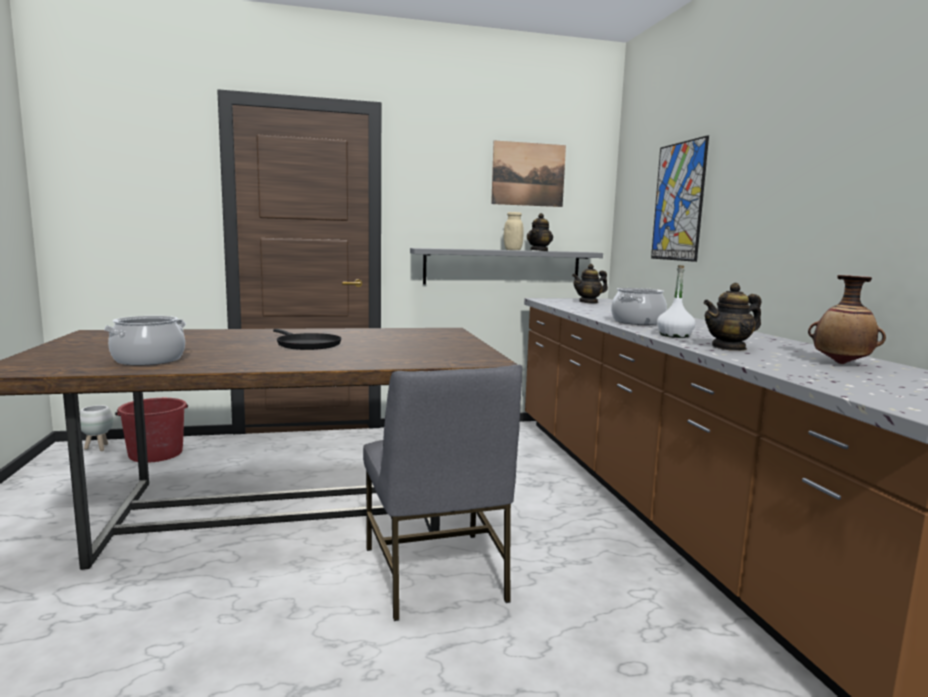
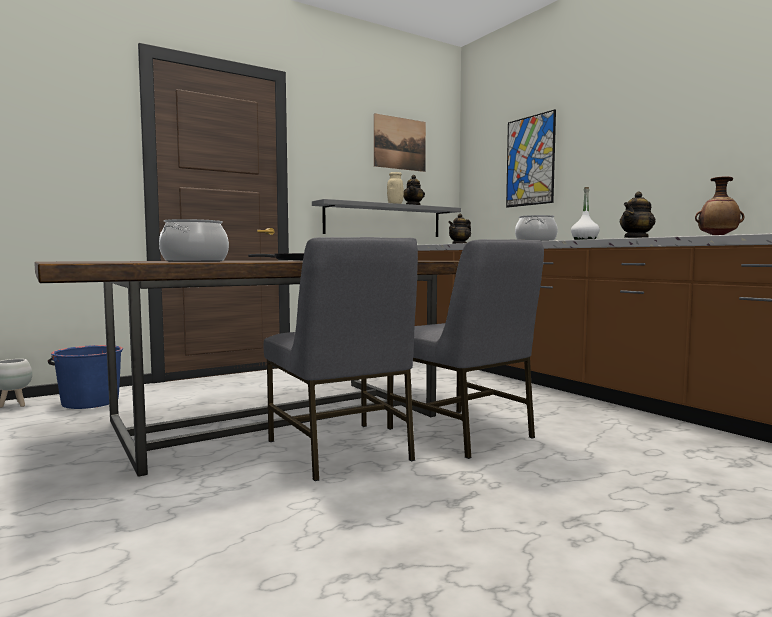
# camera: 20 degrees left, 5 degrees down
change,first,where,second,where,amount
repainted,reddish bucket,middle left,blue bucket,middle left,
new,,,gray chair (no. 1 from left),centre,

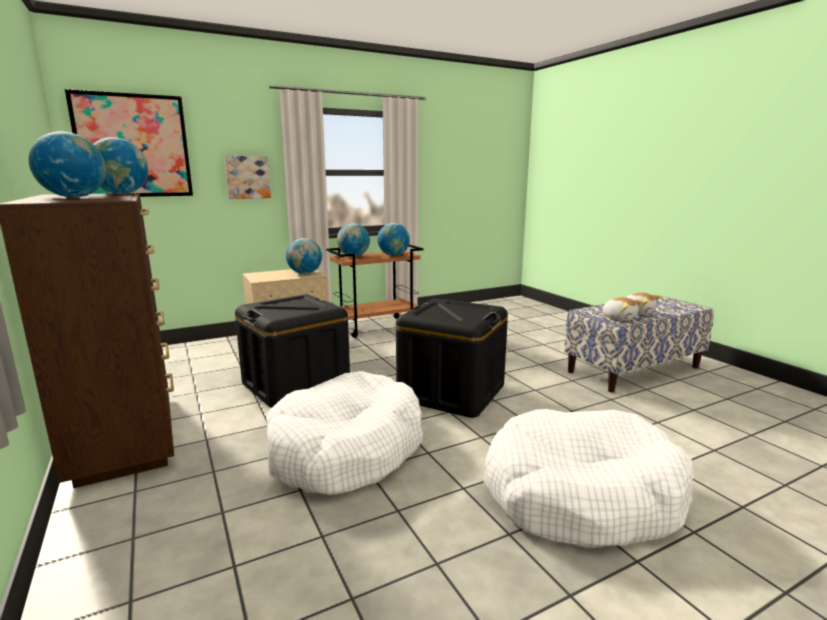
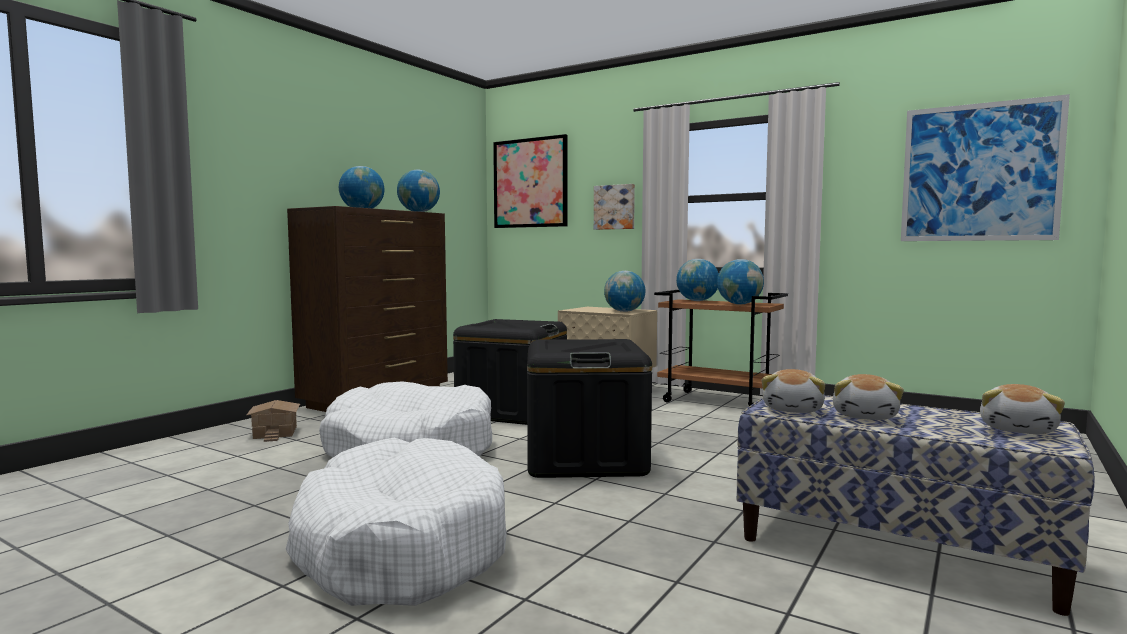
# camera: 60 degrees right, 10 degrees down
change,first,where,second,where,amount
new,,,toy house,middle left,
new,,,wall picture (no. 3 from left),top right,
new,,,cuddly toy (no. 3 from left),middle right,

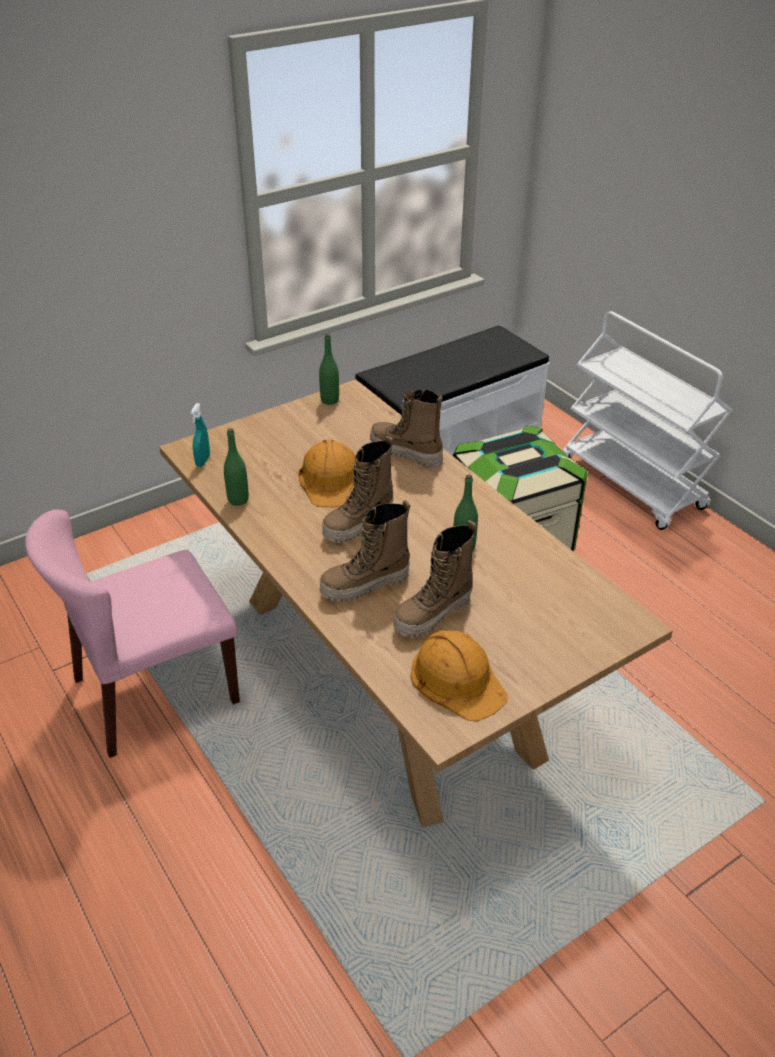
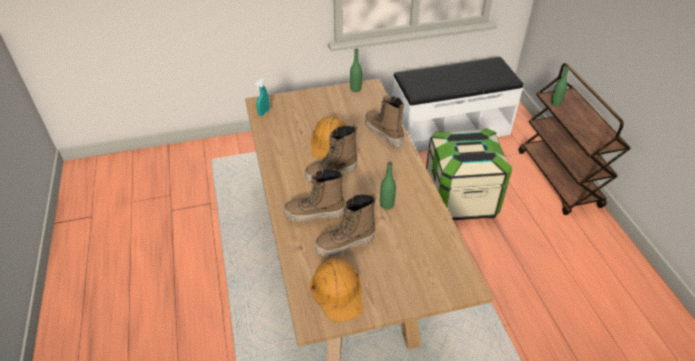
# camera: 20 degrees right, 5 degrees up
change,first,where,second,where,amount
repainted,white trolley,middle right,brown-coloured trolley,middle right,
shifted,green-coloured beverage bottle (no. 1 from left in the first image),middle left,green-coloured beverage bottle (no. 3 from left),top right,
gone,pinkish chair,middle left,,,

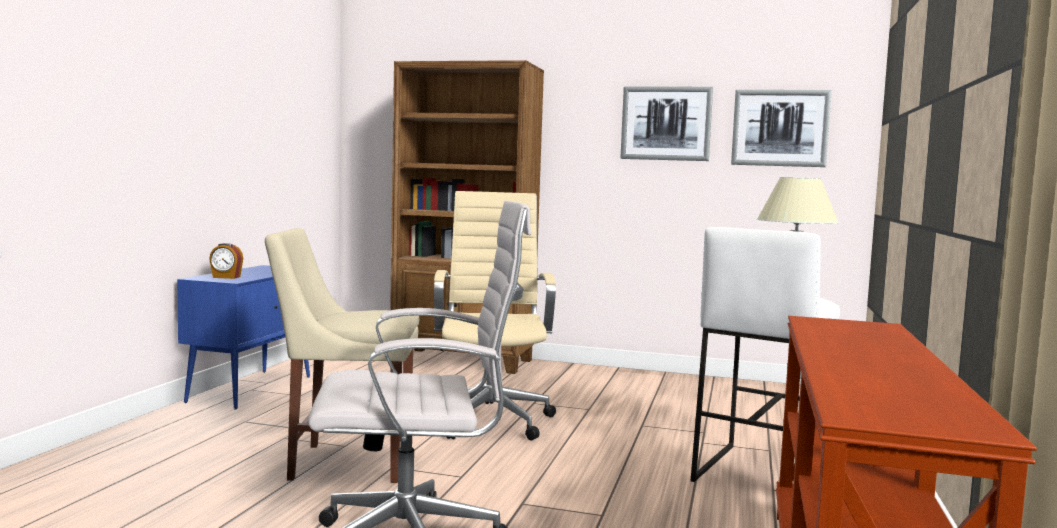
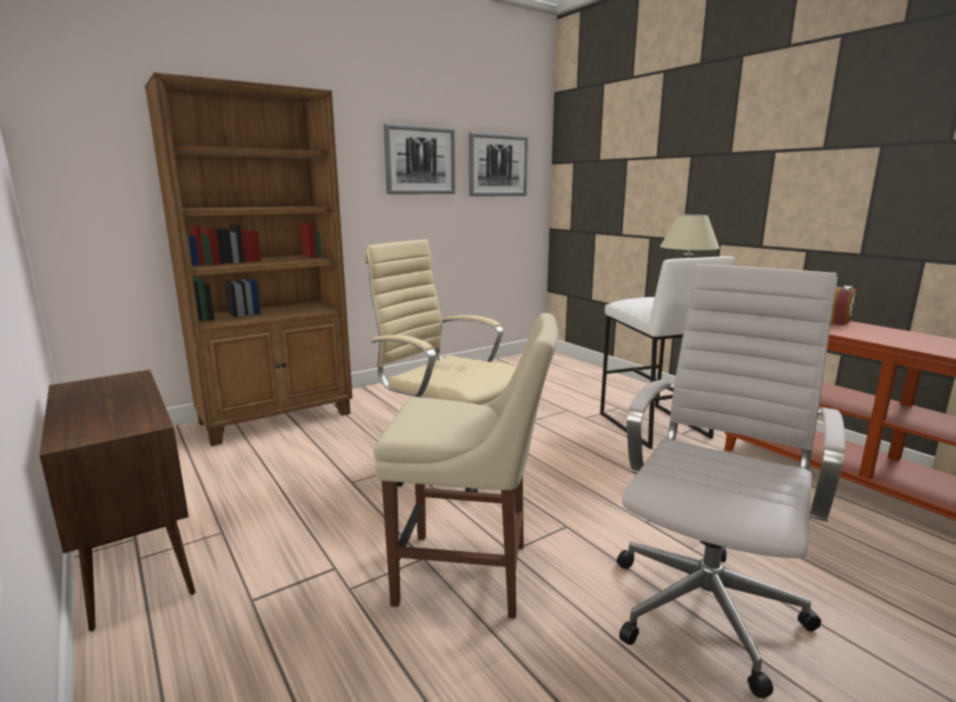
# camera: 50 degrees left, 10 degrees up
change,first,where,second,where,amount
repainted,blue cupboard,middle left,brown-coloured cupboard,bottom left,
rotated,sand-coloured chair,bottom left,,centre,120 degrees counterclockwise
shifted,table clock,middle left,,middle right,

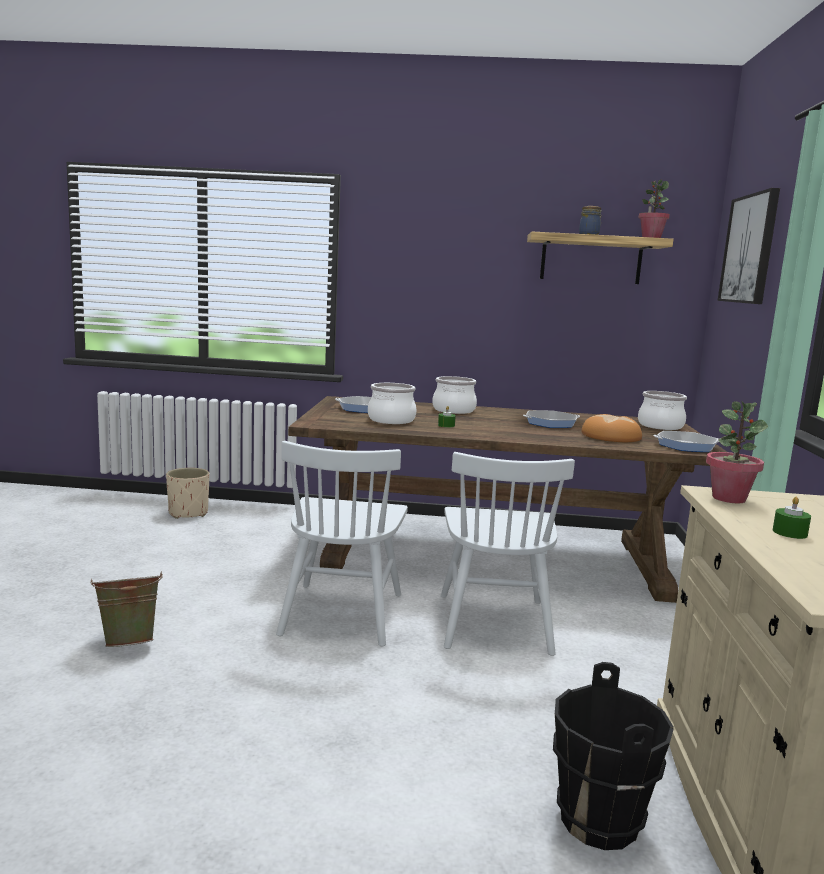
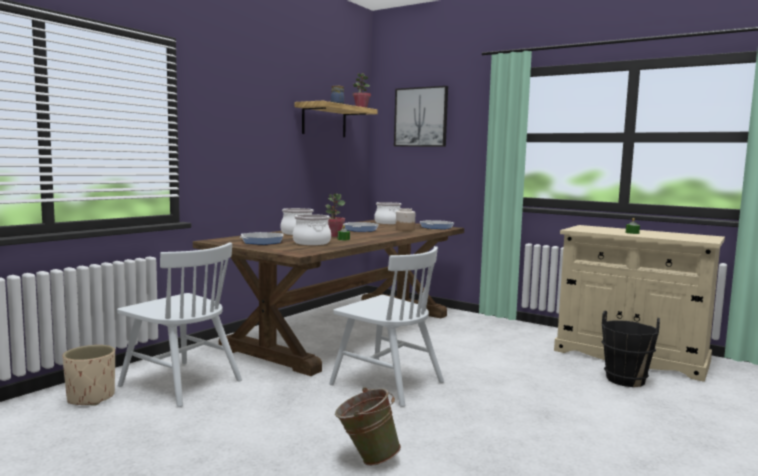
# camera: 60 degrees left, 5 degrees down
change,first,where,second,where,amount
shifted,white chair (no. 2 from left in the first image),centre,white chair (no. 1 from left),bottom left,
shifted,potted plant (no. 2 from left in the first image),middle right,potted plant (no. 1 from left),centre,
swapped,baked bread,middle right,jar (no. 2 from left),centre,

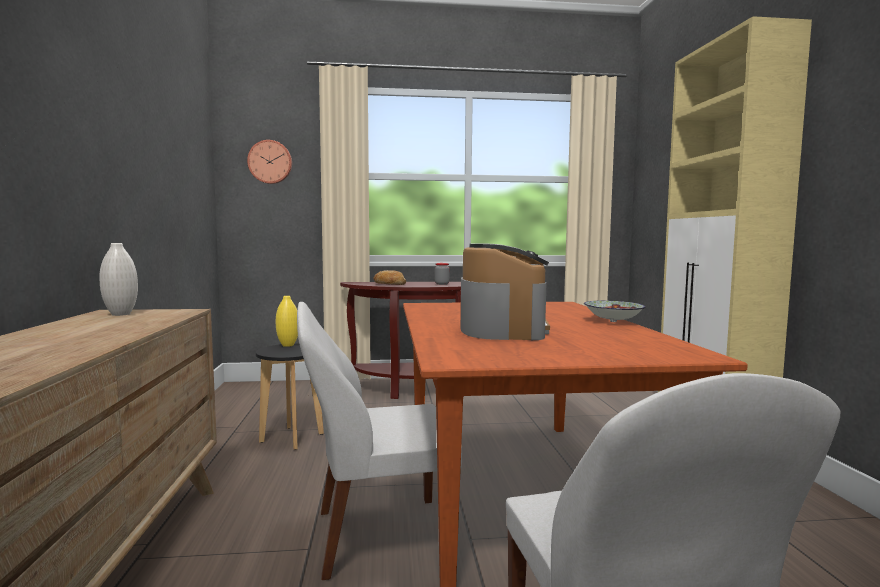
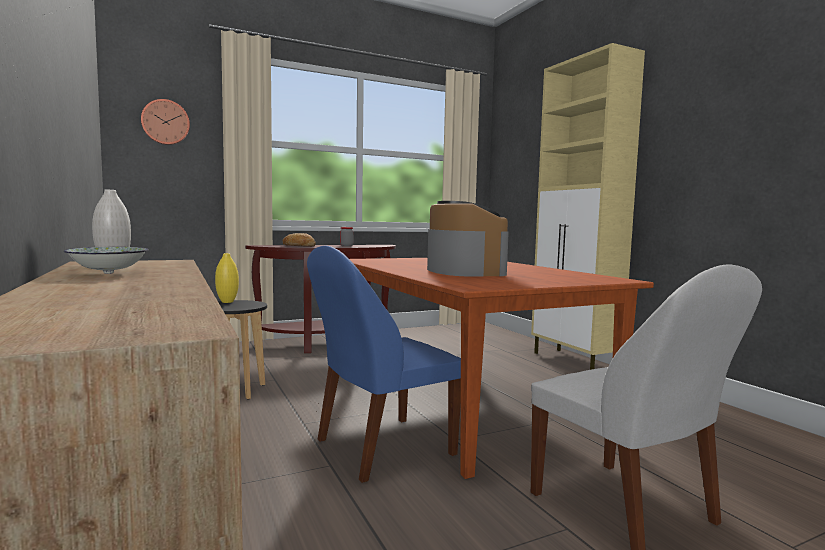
# camera: 20 degrees left, 0 degrees up
change,first,where,second,where,amount
shifted,serving bowl,middle right,,middle left,
repainted,white chair (no. 1 from left),bottom centre,blue chair,centre,

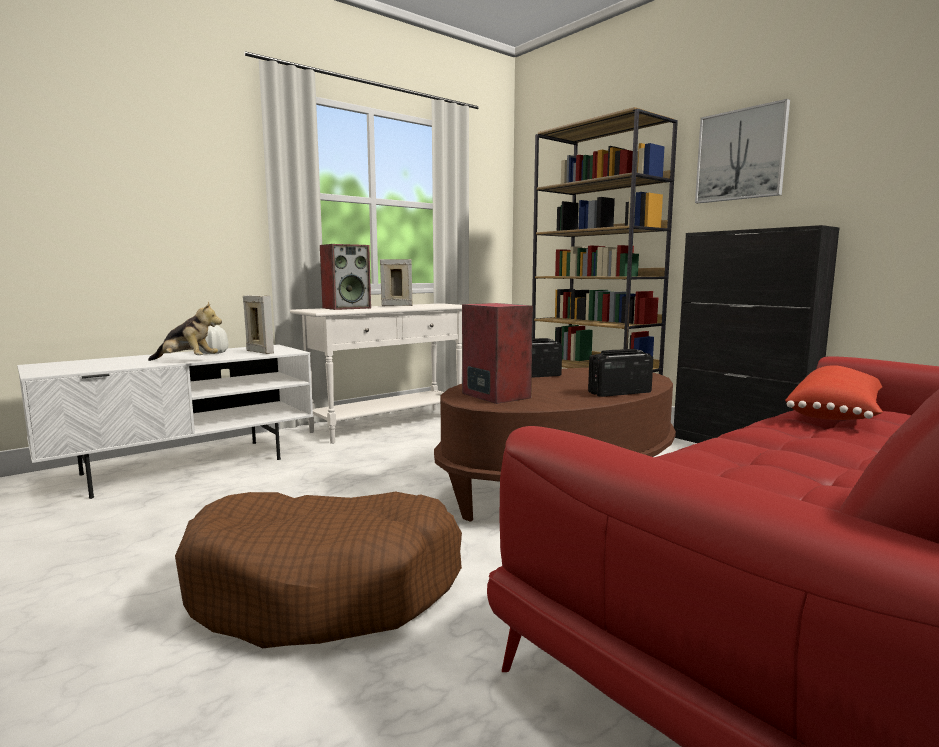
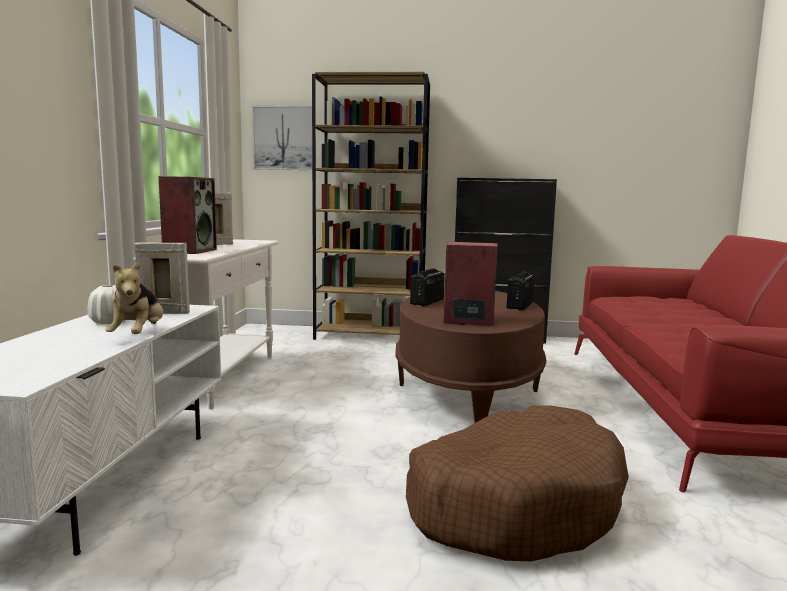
# camera: 45 degrees left, 0 degrees up
change,first,where,second,where,amount
rotated,cuddly toy,middle left,,middle left,120 degrees clockwise
shifted,wall picture,top right,,top centre,
gone,reddish cushion,middle right,,,

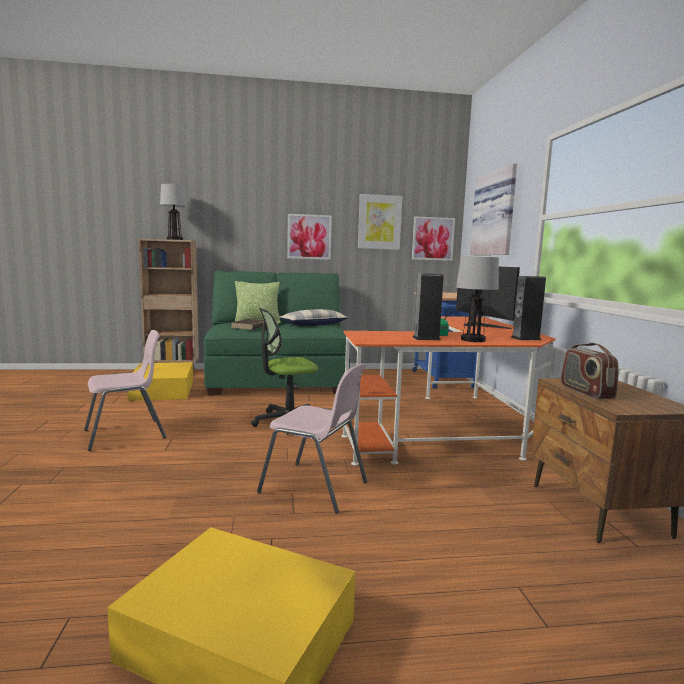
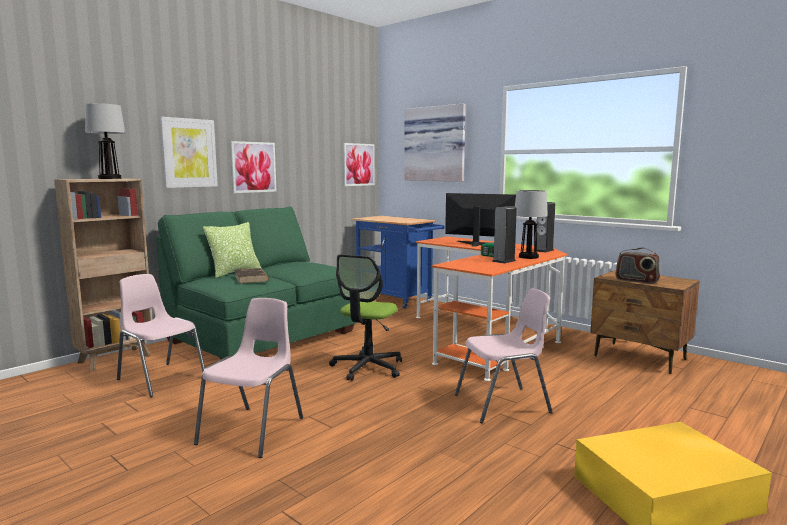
# camera: 40 degrees left, 0 degrees up
change,first,where,second,where,amount
swapped,yellow-coloured storage box (no. 1 from left),middle left,pinkish chair (no. 1 from left),middle left,
shifted,wall picture (no. 2 from left in the first image),top centre,wall picture (no. 1 from left),top left,
gone,cushion (no. 2 from left),centre,,,

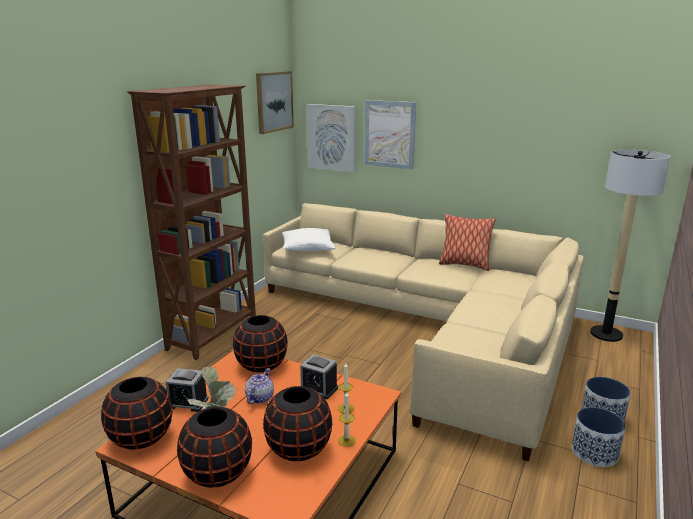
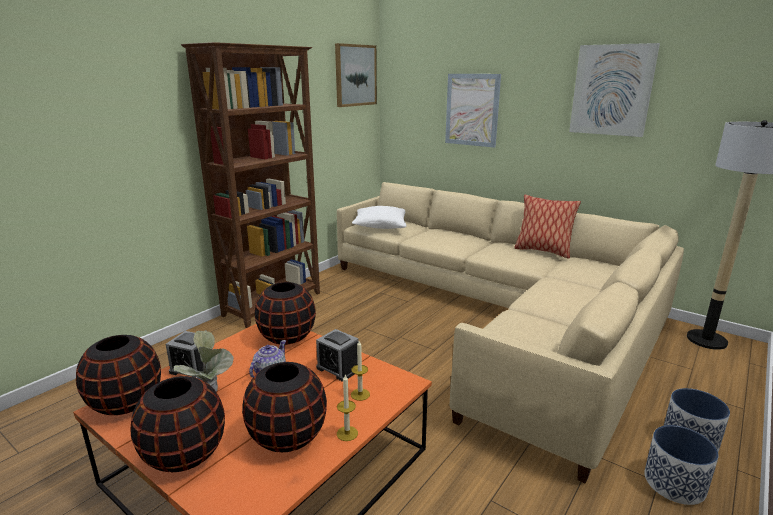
# camera: 10 degrees right, 0 degrees up
change,first,where,second,where,amount
shifted,wall picture (no. 2 from left in the first image),top centre,wall picture (no. 3 from left),top right,

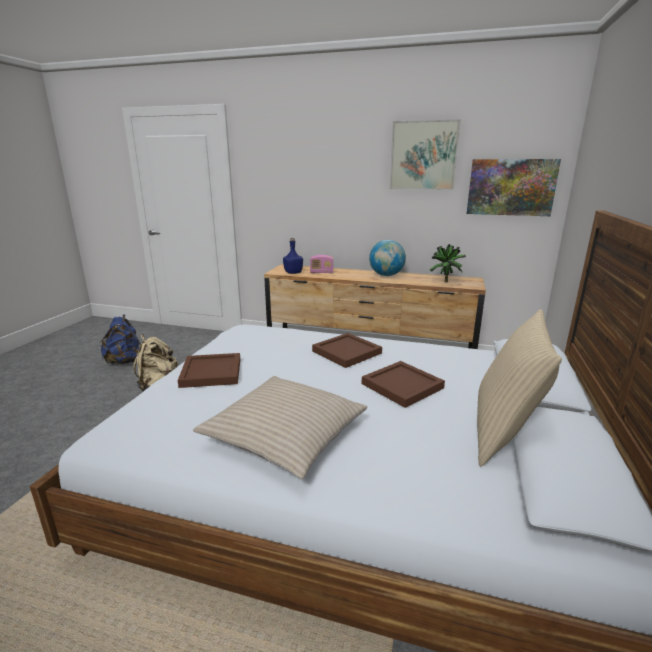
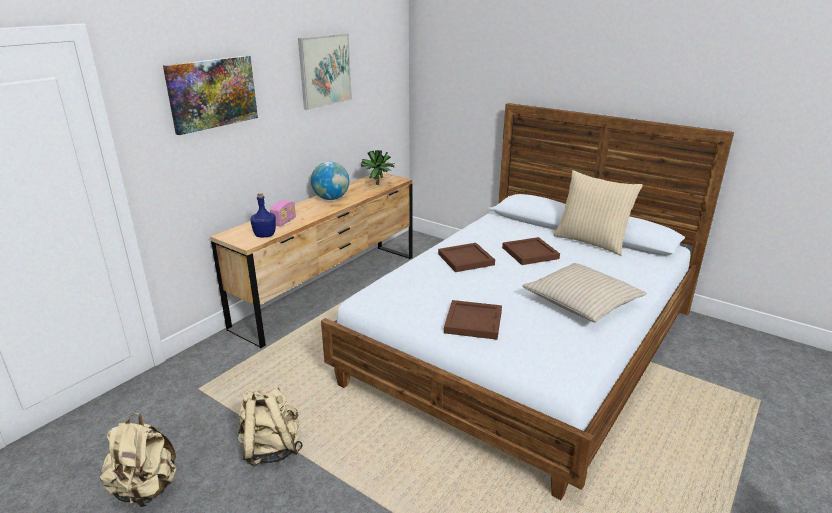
# camera: 70 degrees left, 5 degrees up
change,first,where,second,where,amount
repainted,blue backpack,middle left,sand-coloured backpack (no. 1 from left),bottom left,
shifted,wall picture (no. 2 from left in the first image),top right,wall picture (no. 1 from left),top left,

